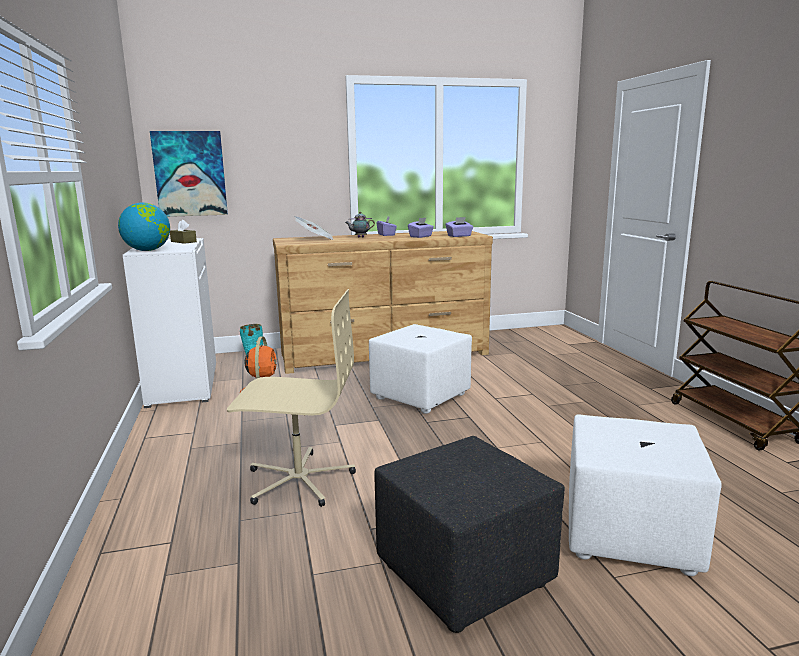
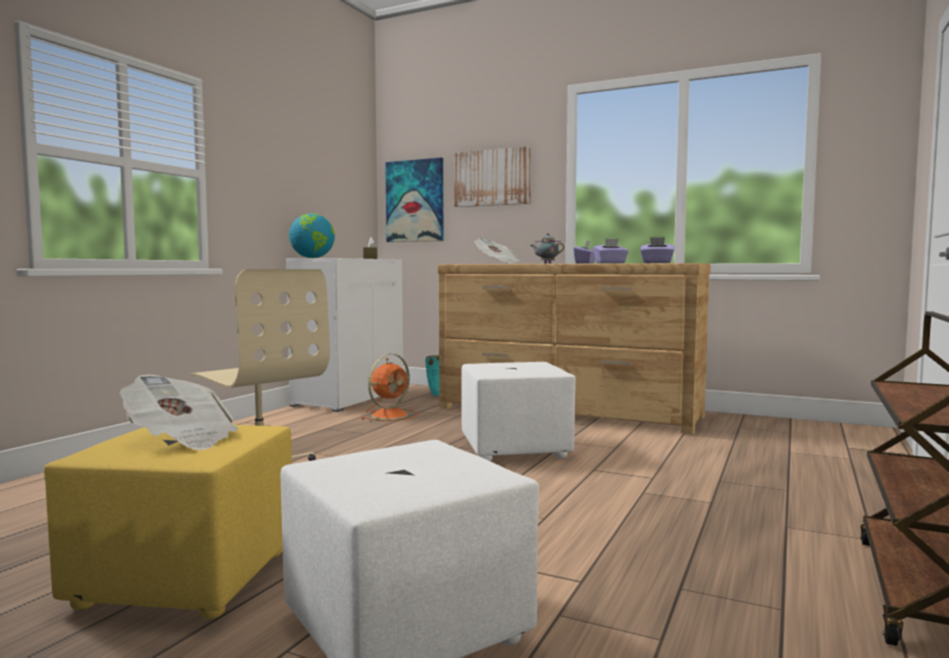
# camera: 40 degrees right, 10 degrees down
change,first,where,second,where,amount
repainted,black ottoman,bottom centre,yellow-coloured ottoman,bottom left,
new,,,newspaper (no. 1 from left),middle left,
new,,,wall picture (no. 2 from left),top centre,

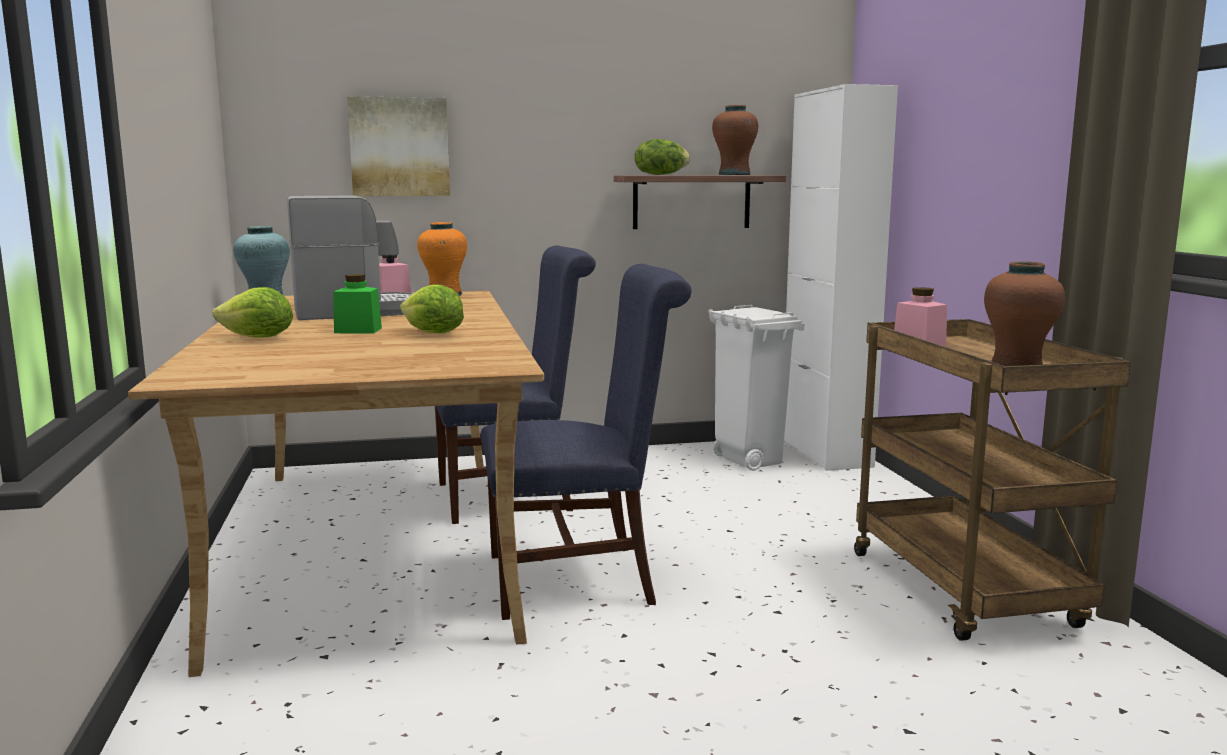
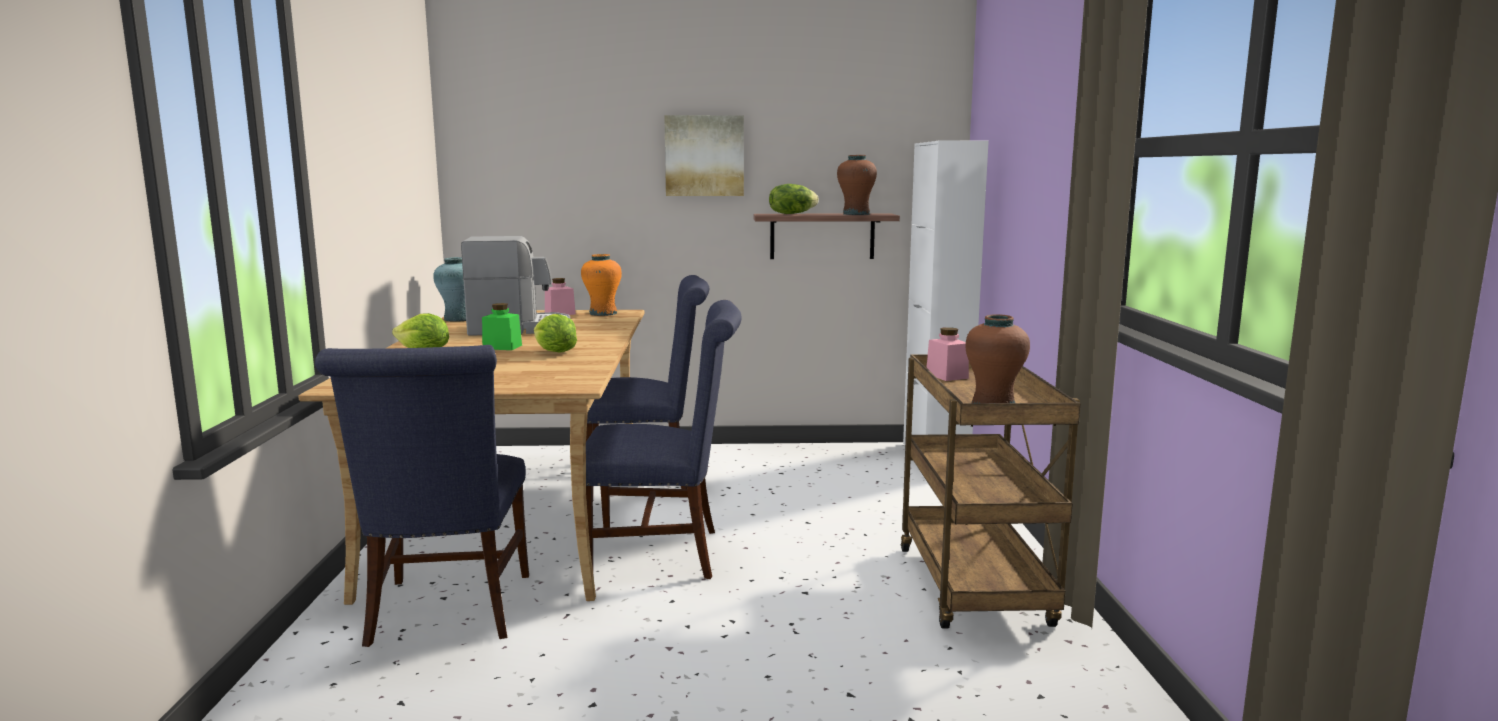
# camera: 10 degrees right, 0 degrees up
change,first,where,second,where,amount
new,,,blue chair (no. 1 from left),bottom left,
shifted,wall picture,top left,,top centre,
gone,white trash can,centre,,,

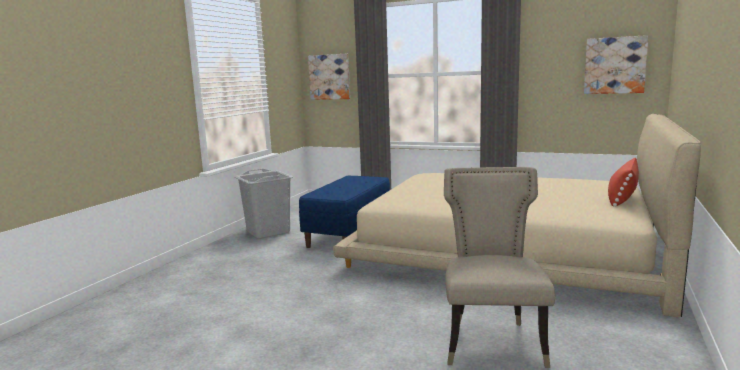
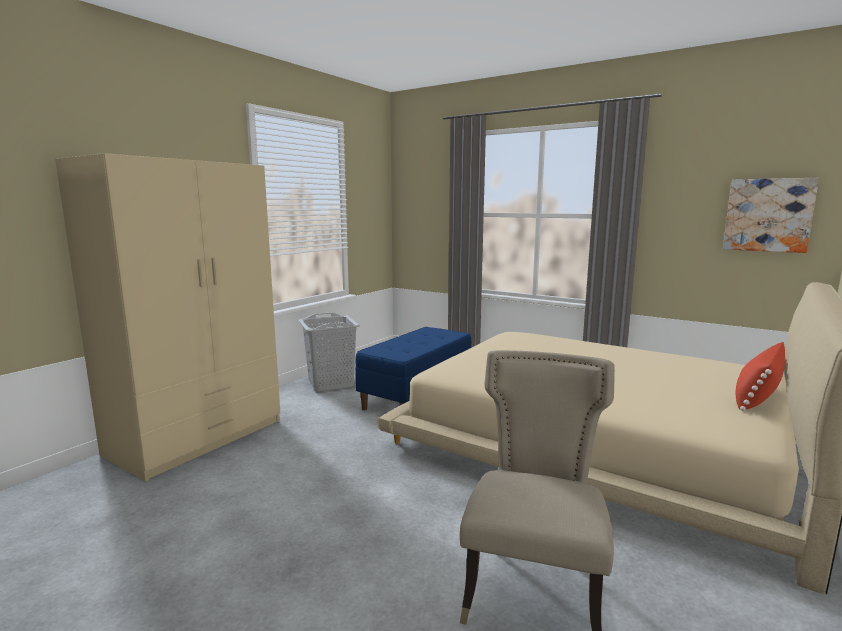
# camera: 10 degrees right, 0 degrees up
change,first,where,second,where,amount
new,,,sand-coloured clothes cupboard,middle left,
gone,wall picture (no. 1 from left),top centre,,,

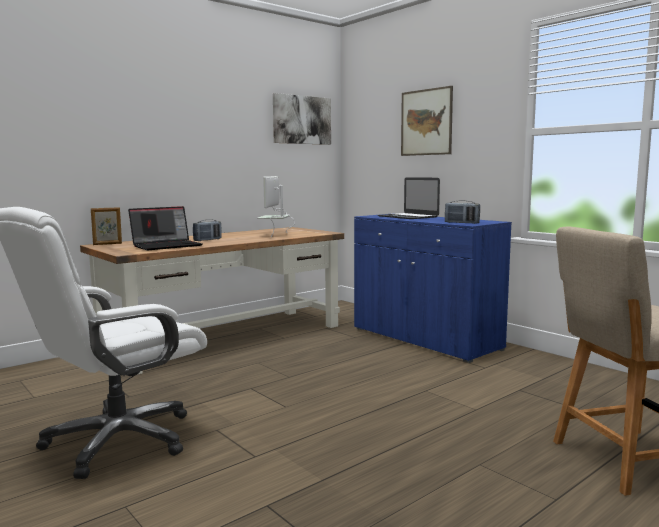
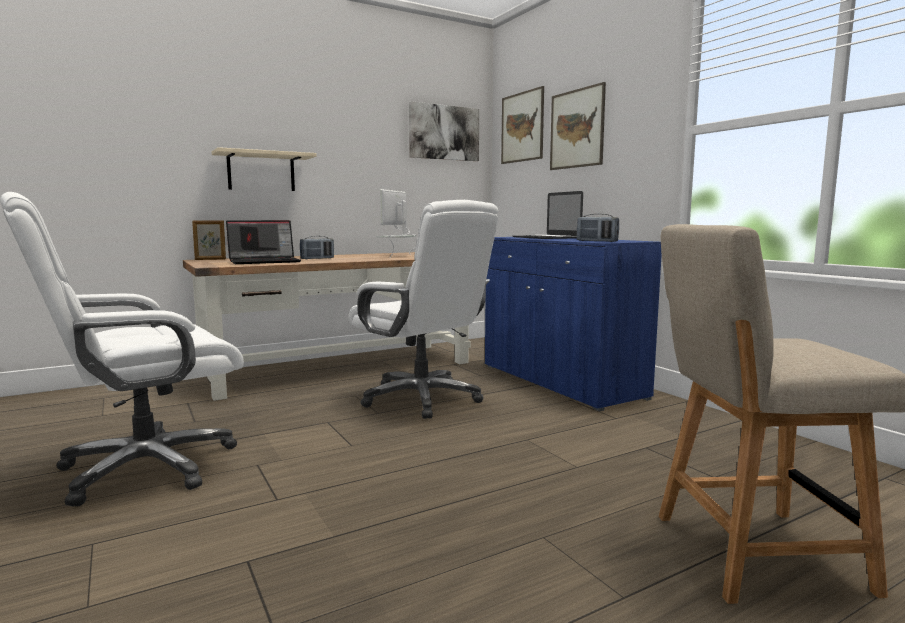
# camera: 10 degrees right, 0 degrees up
change,first,where,second,where,amount
new,,,sand-coloured wall shelf,top left,
new,,,white office chair (no. 2 from left),centre,
new,,,wall picture (no. 2 from left),top centre,

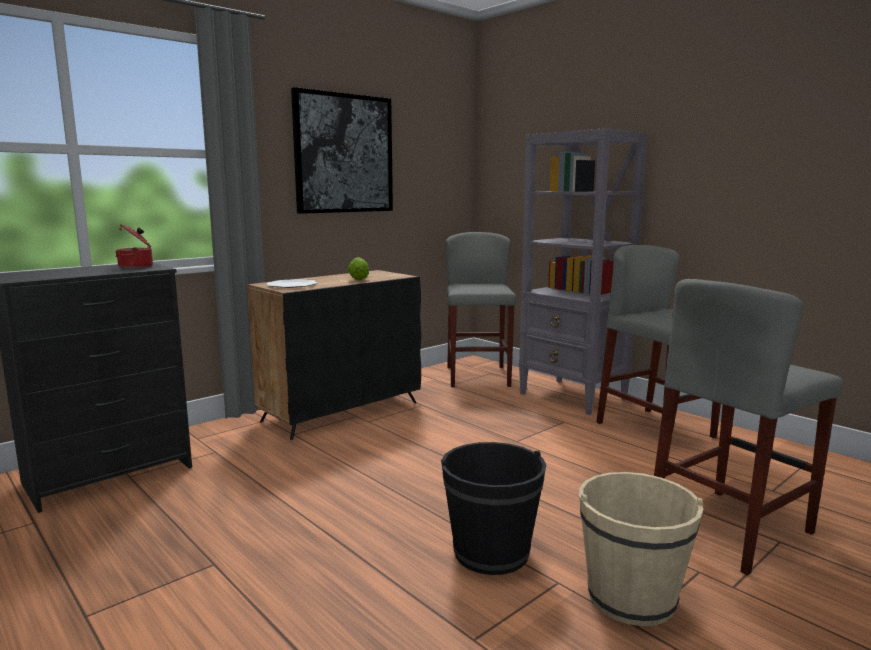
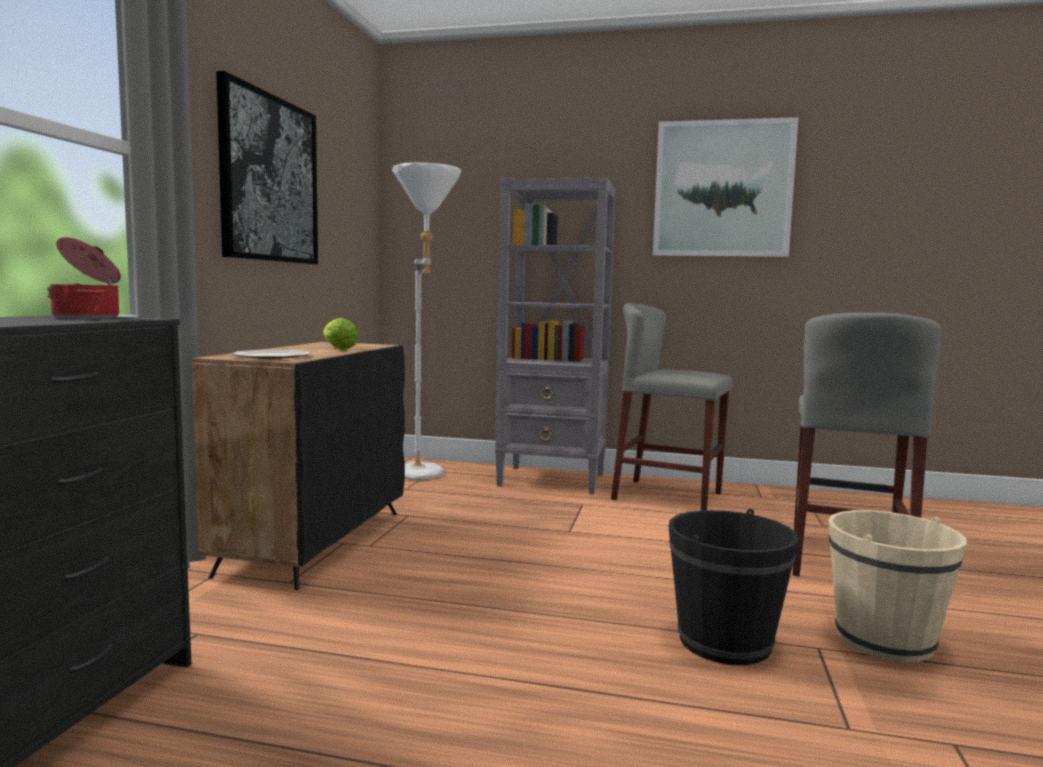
# camera: 35 degrees left, 5 degrees down
change,first,where,second,where,amount
swapped,gray sitting stool (no. 1 from left),centre,white standing lamp,centre,
new,,,wall picture (no. 2 from left),top right,

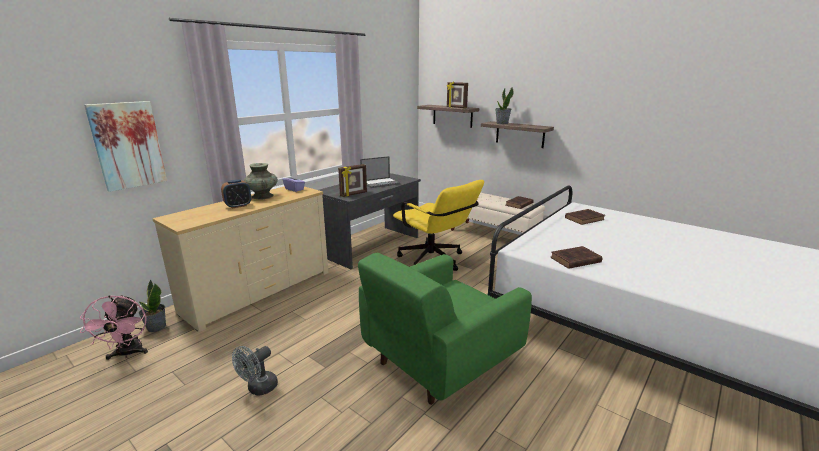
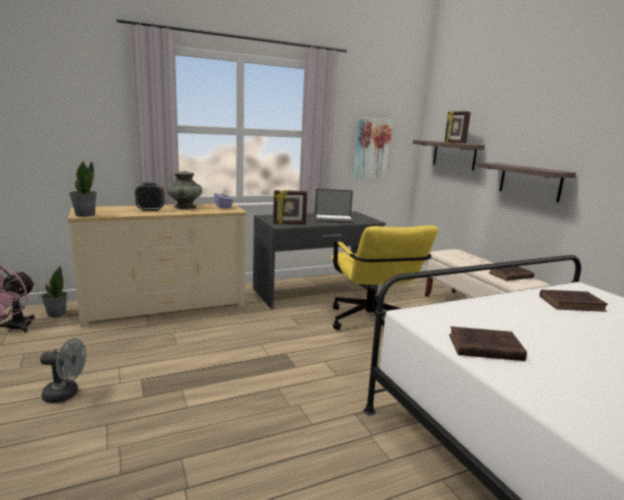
# camera: 25 degrees right, 5 degrees down
change,first,where,second,where,amount
rotated,gray fan,bottom left,,bottom left,150 degrees counterclockwise
shifted,potted plant (no. 2 from left),top centre,,middle left,
shifted,wall picture,top left,,top centre,
gone,green-coloured armchair,bottom centre,,,

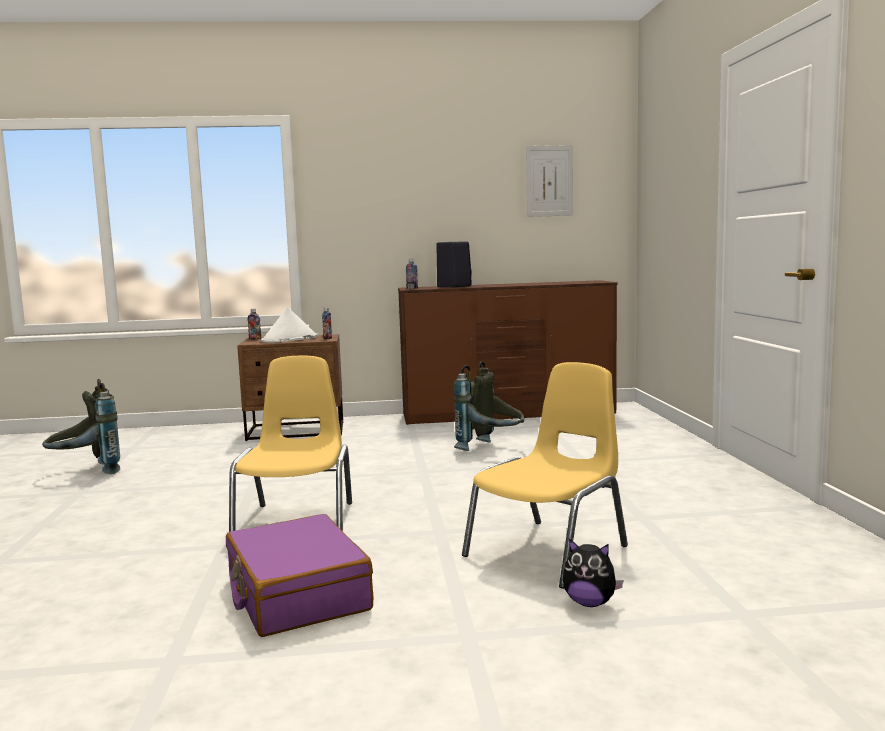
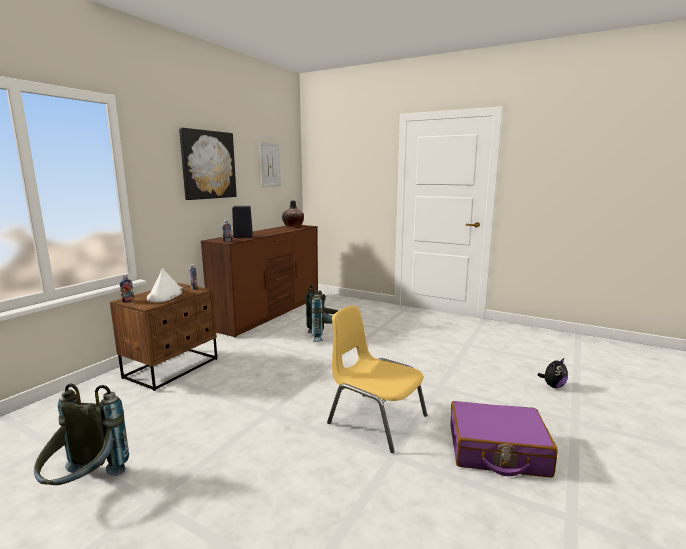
# camera: 55 degrees left, 5 degrees up
change,first,where,second,where,amount
new,,,wall picture (no. 1 from left),top left,
new,,,decorative vase,centre,
gone,yellow-coloured chair (no. 2 from left),centre,,,

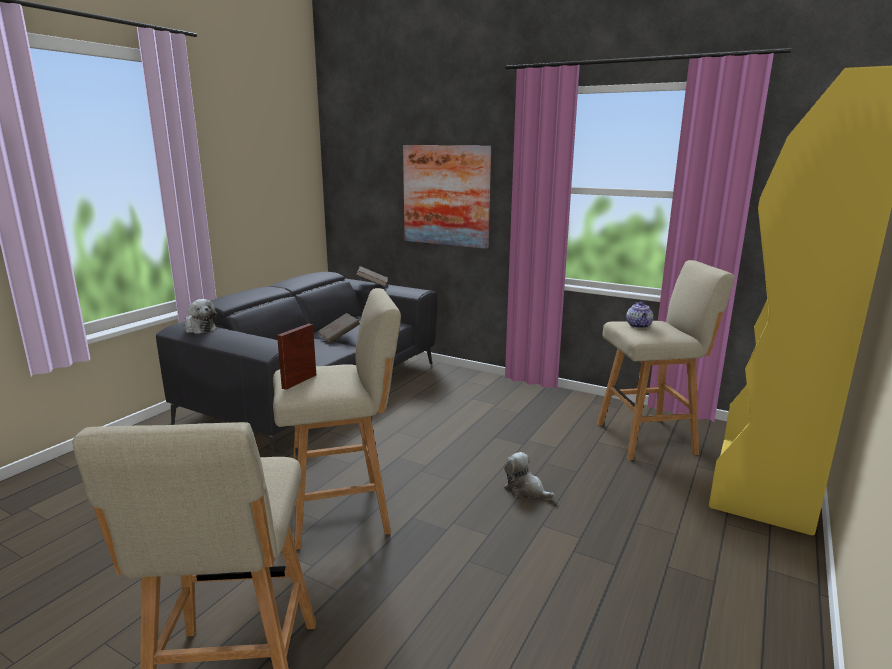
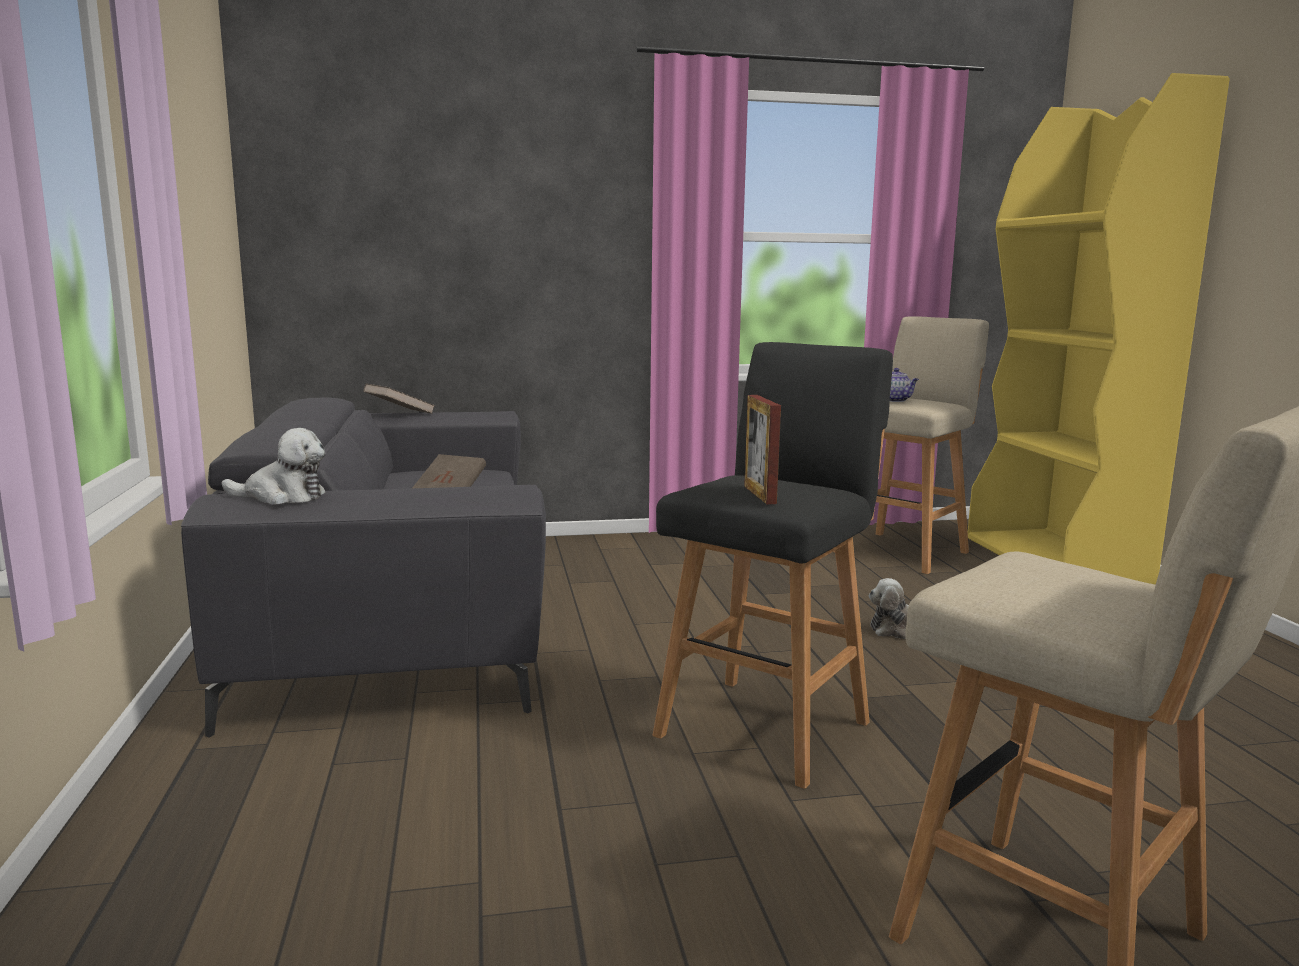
# camera: 40 degrees left, 5 degrees down
change,first,where,second,where,amount
repainted,sand-coloured sitting stool (no. 2 from left),centre,black sitting stool,centre,
gone,wall picture,top centre,,,

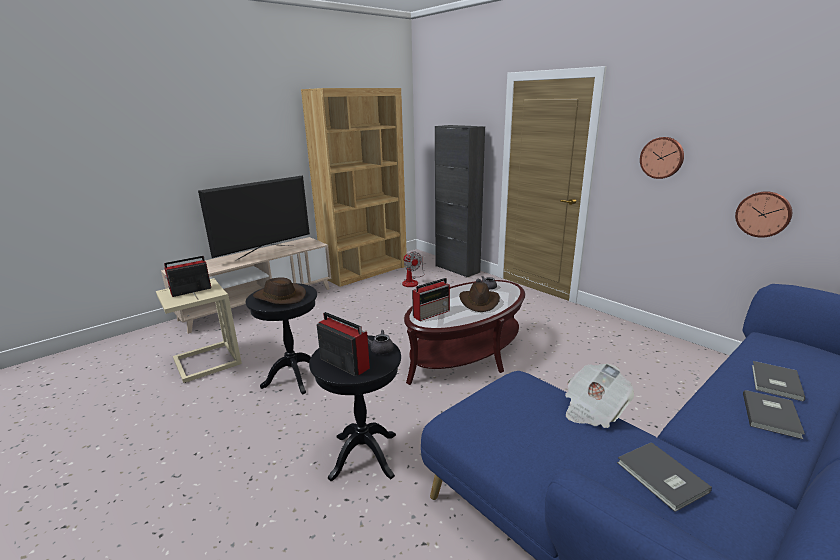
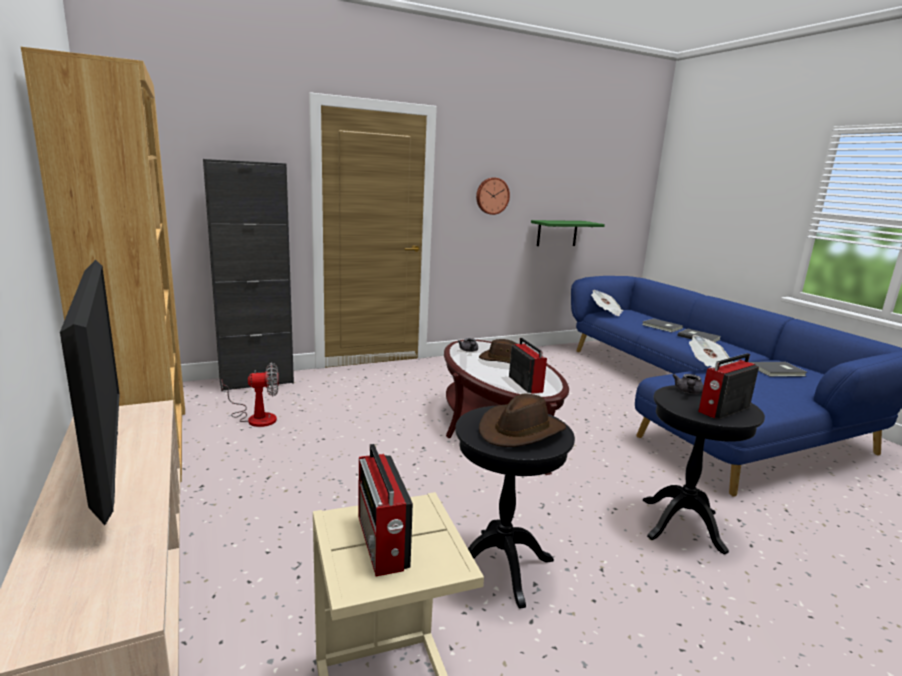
# camera: 75 degrees left, 5 degrees down
change,first,where,second,where,amount
swapped,wall clock (no. 2 from left),middle right,green-coloured wall shelf,centre,
new,,,newspaper (no. 1 from left),middle right,

